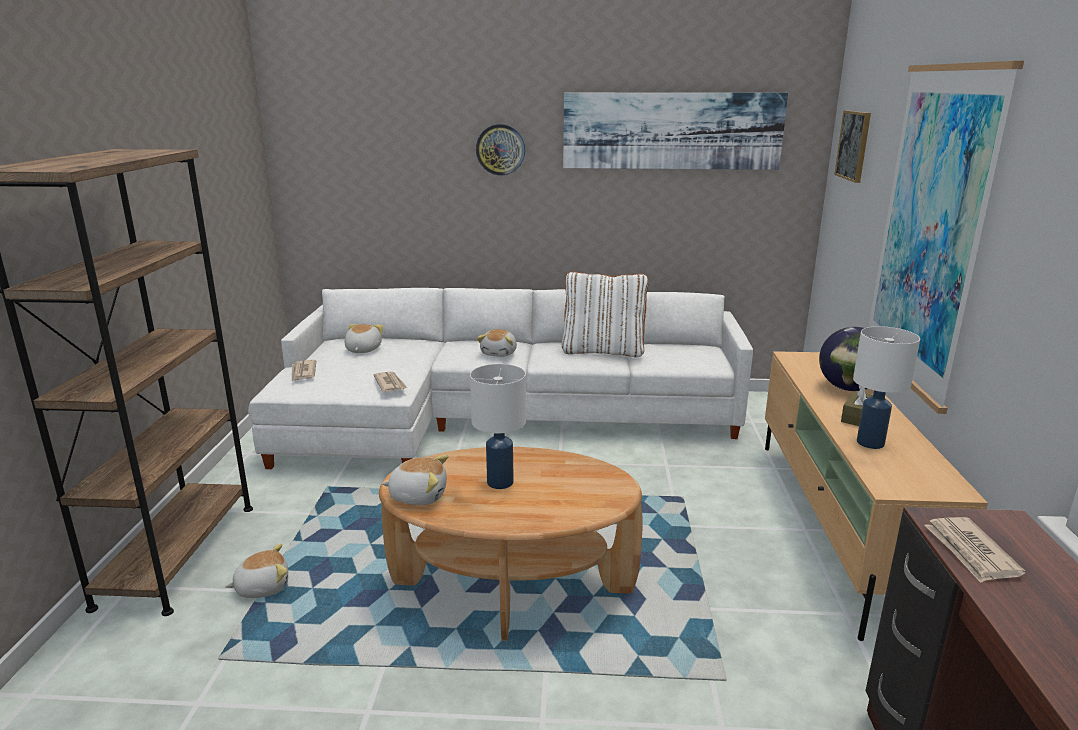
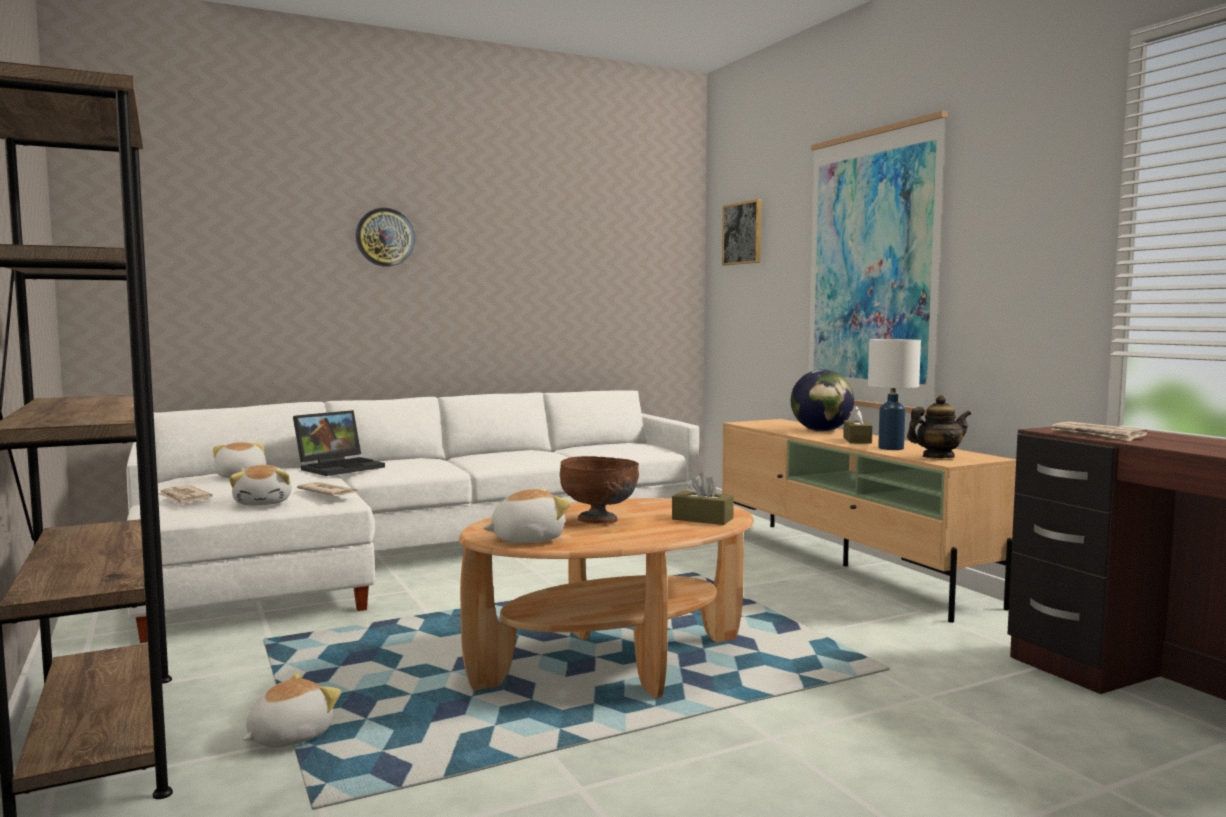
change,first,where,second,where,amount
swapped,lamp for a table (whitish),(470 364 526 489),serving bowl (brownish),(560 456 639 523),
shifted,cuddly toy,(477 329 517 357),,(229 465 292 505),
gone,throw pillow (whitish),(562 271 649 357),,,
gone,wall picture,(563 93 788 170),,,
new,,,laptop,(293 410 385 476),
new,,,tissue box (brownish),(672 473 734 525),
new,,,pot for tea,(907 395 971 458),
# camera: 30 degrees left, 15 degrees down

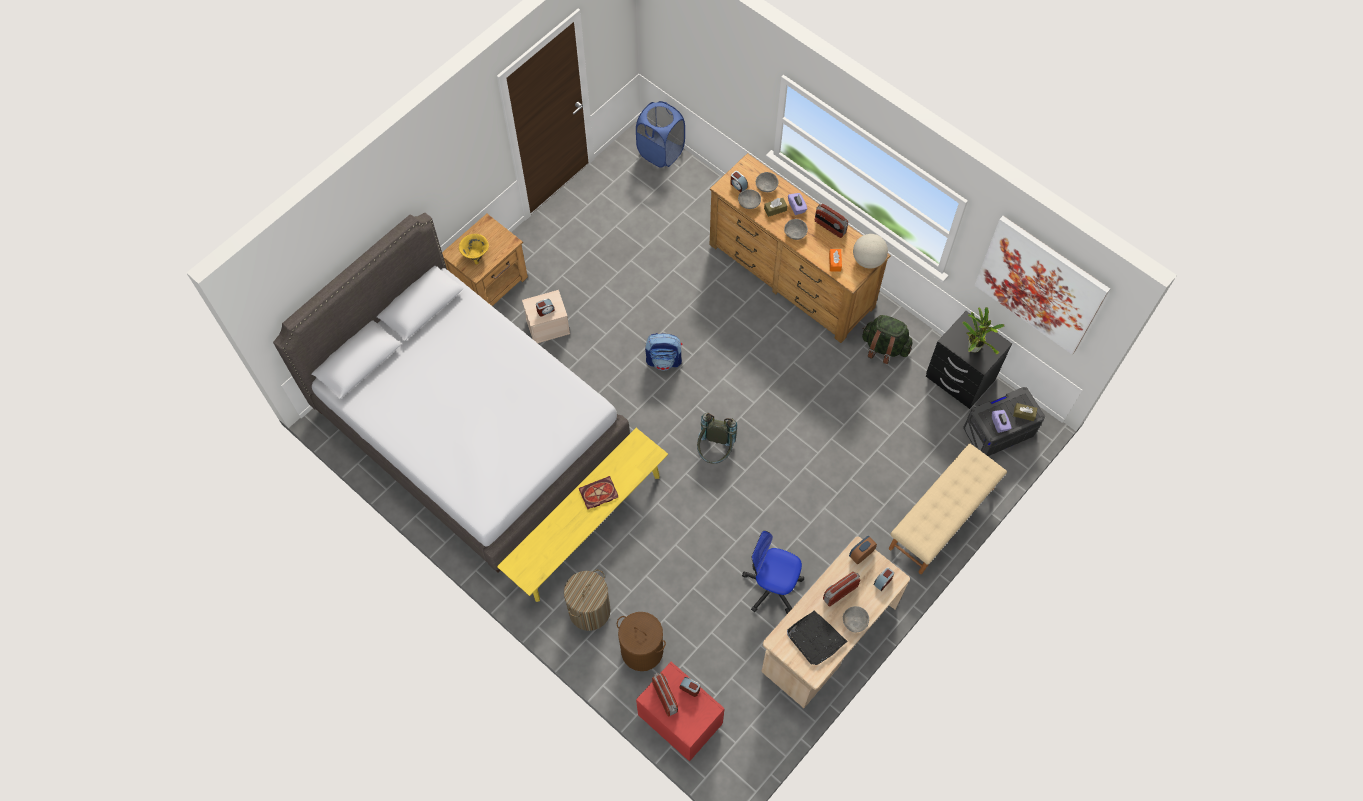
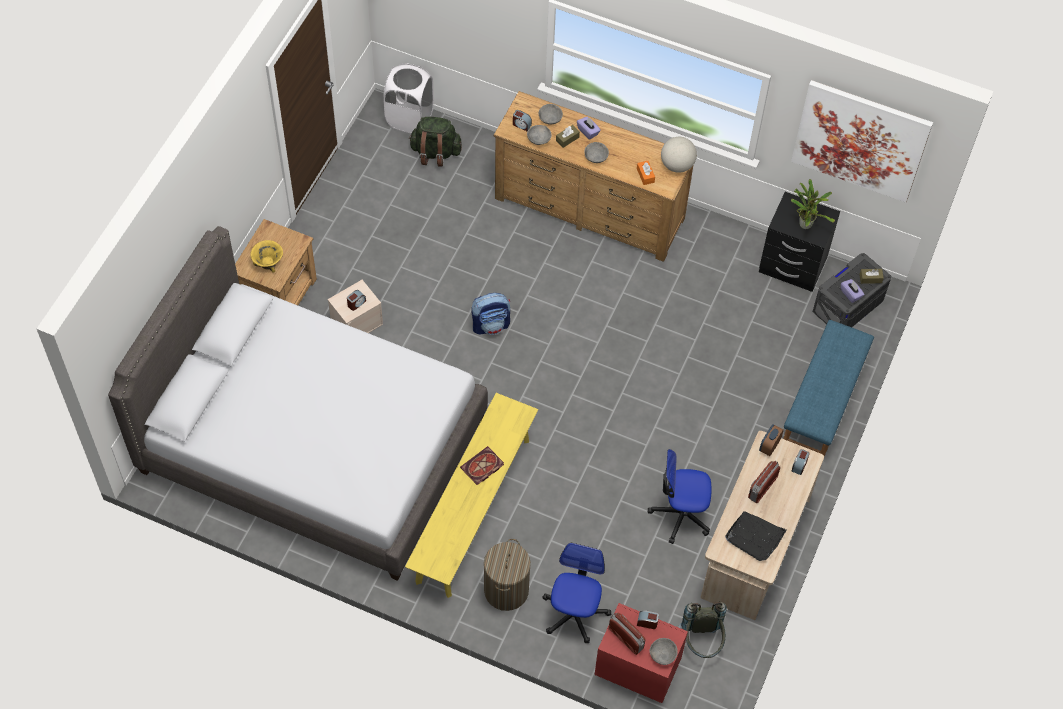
change,first,where,second,where,amount
swapped,hamper (brownish),(617 612 666 671),office chair,(542 543 611 643),
repainted,hamper (blue),(636 101 685 168),hamper (whitish),(383 63 434 134),
shifted,backpack (grey),(697 413 737 464),,(678 601 727 658),
gone,radio,(815 204 848 238),,,
shifted,serving bowl (grey),(843 606 869 633),,(649 638 678 665),
shifted,backpack (green-coloured),(862 315 912 364),,(409 117 462 167),
repainted,long seat (beige-coloured),(889 443 1007 574),long seat (blue),(783 320 874 456),
# camera: 20 degrees left, 5 degrees down

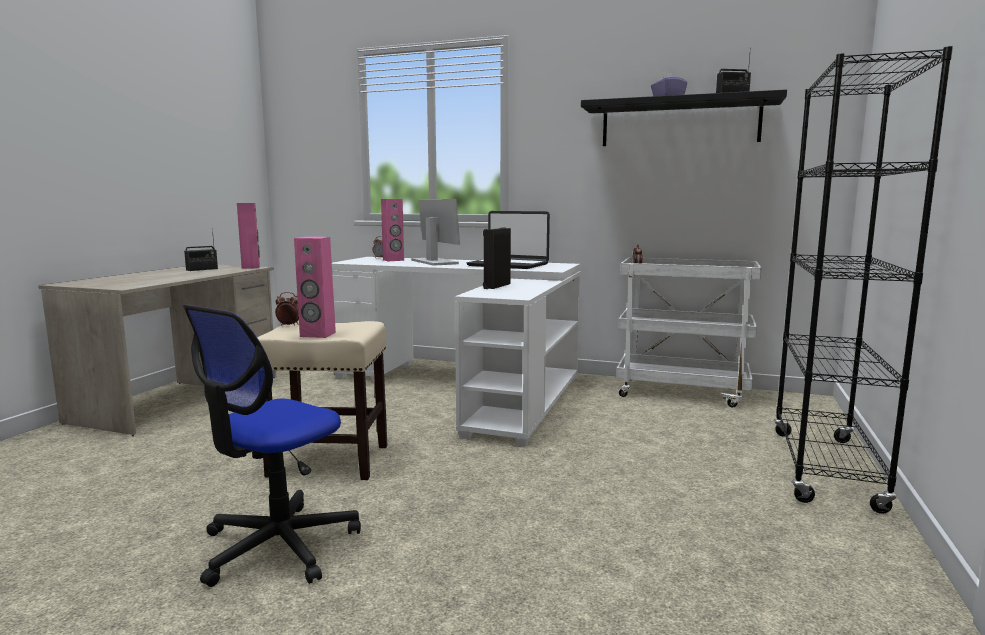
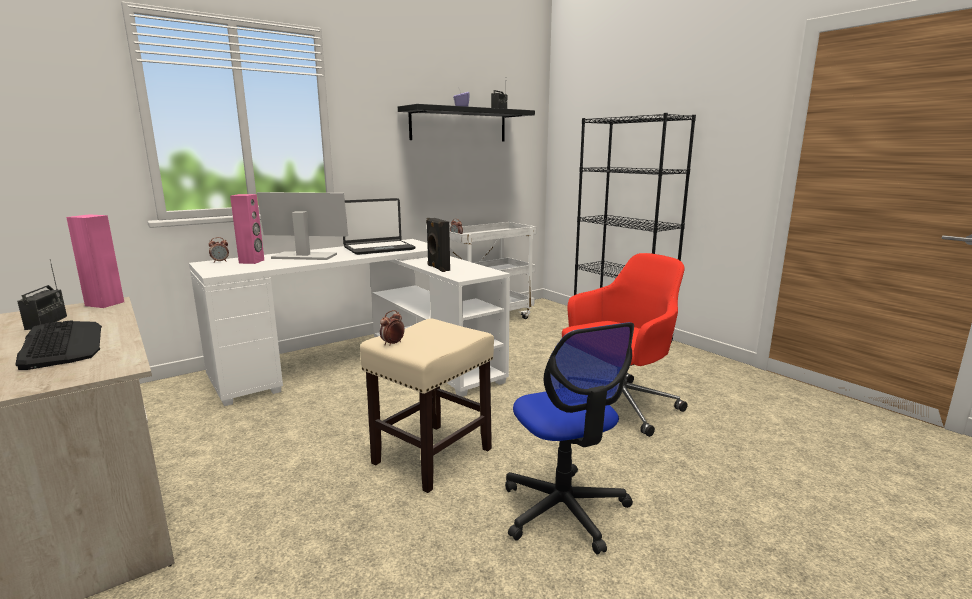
change,first,where,second,where,amount
gone,audio speaker (pinkish),(294 237 336 338),,,
new,,,keyboard,(15 320 102 370),
new,,,office chair (red-coloured),(562 253 688 437),
# camera: 55 degrees left, 5 degrees up

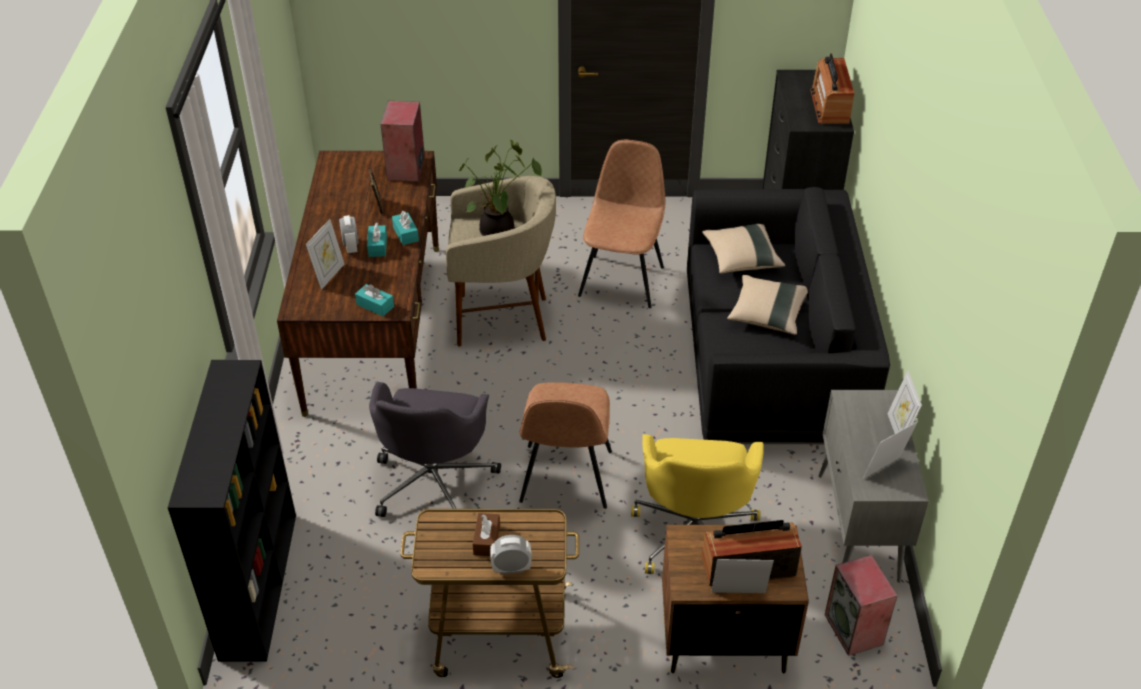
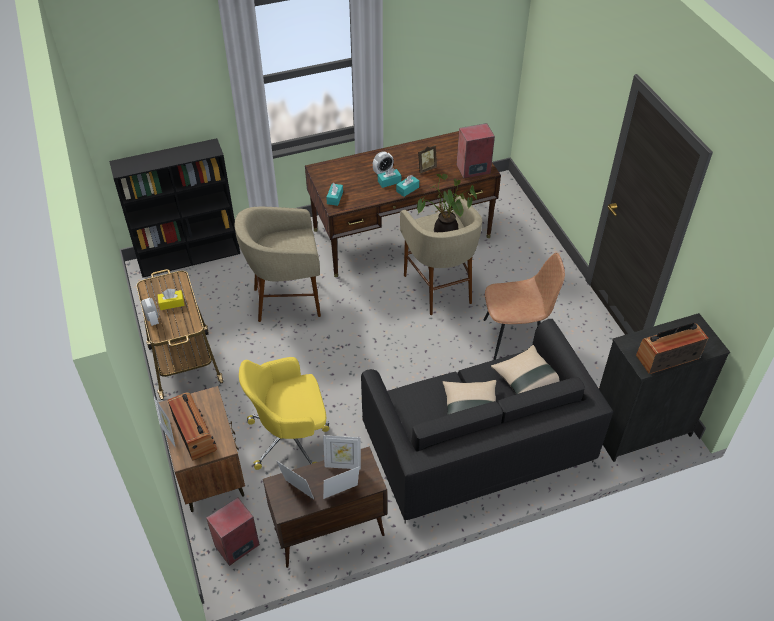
change,first,where,second,where,amount
shifted,picture frame,(306 219 344 290),,(323 435 361 470),
swapped,office chair (grey),(369 382 501 517),stool (beige-coloured),(235 207 321 322),
repainted,tissue box (brownish),(473 513 500 556),tissue box (yellow-coloured),(158 289 184 310),
gone,chair (brownish),(519 382 612 509),,,
repainted,cupboard (grey),(819 390 929 583),cupboard (brownish),(263 446 387 568),
# camera: 70 degrees right, 5 degrees up

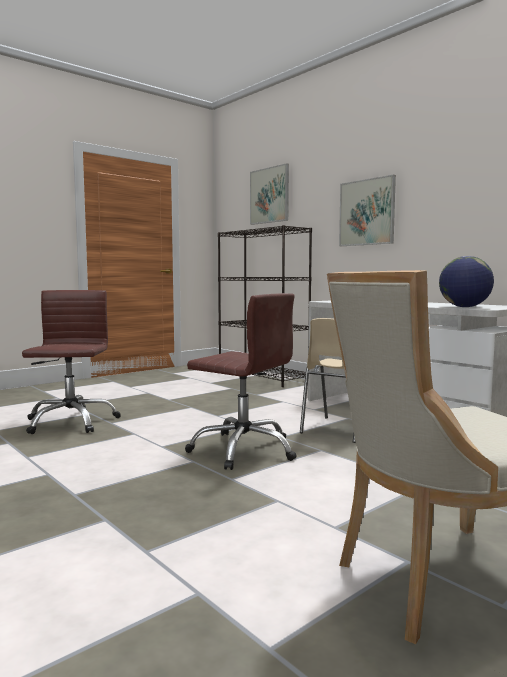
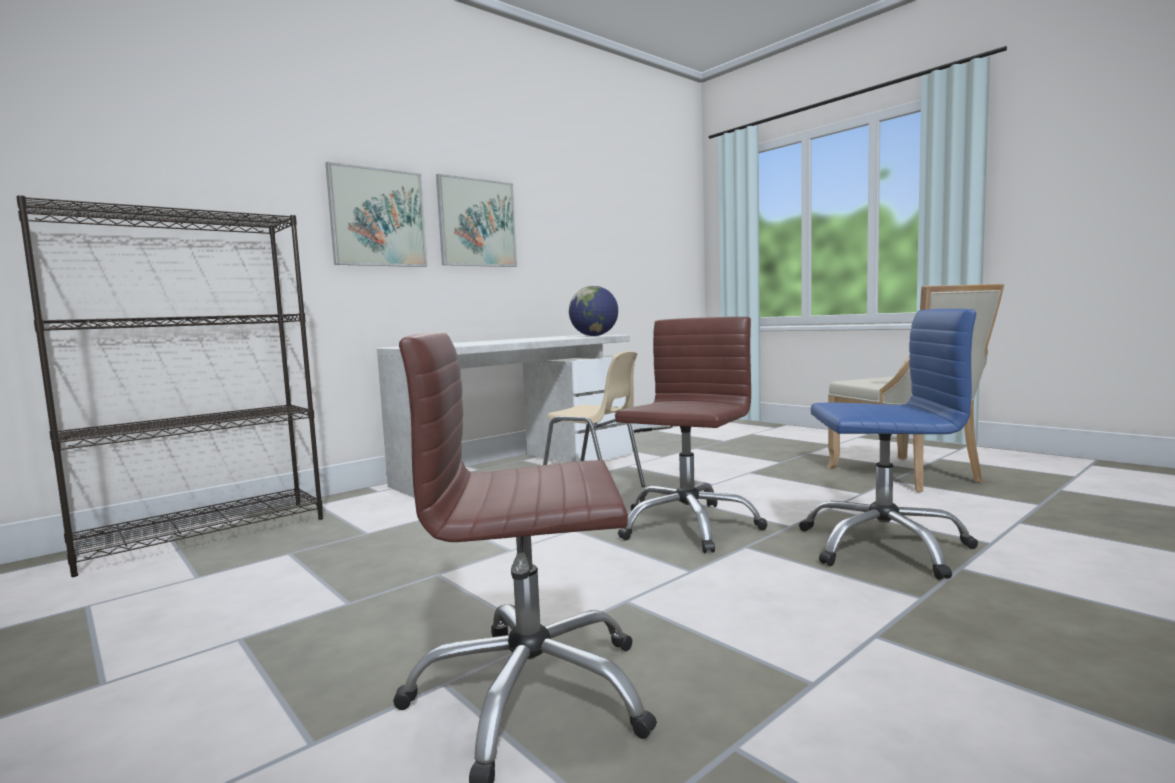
change,first,where,second,where,amount
shifted,wall picture,(250 163 289 225),,(436 174 517 267),
new,,,office chair (blue),(799 309 978 580),
# camera: 90 degrees left, 0 degrees up

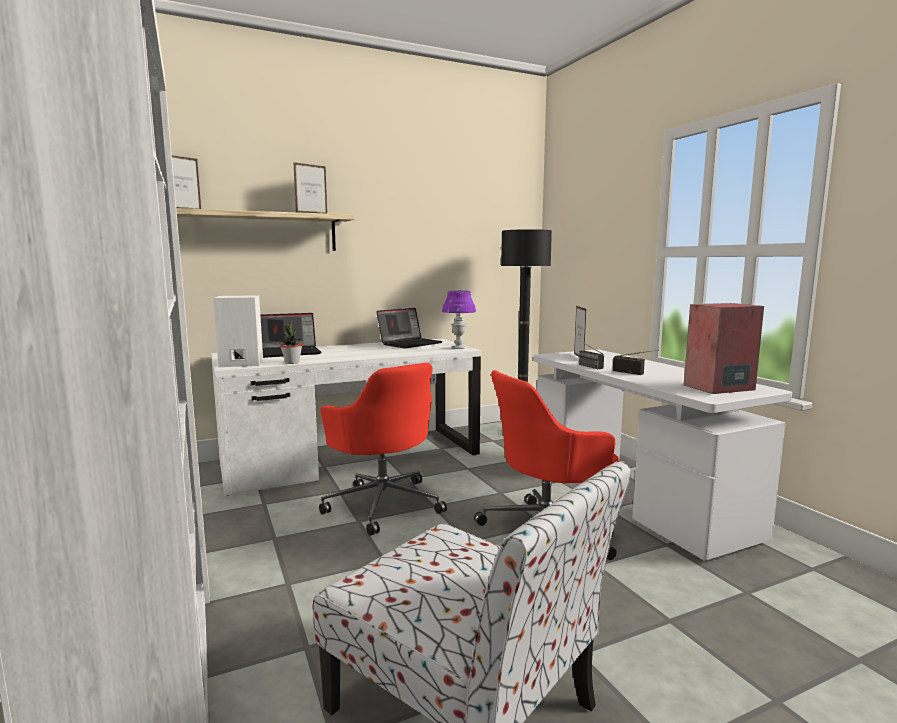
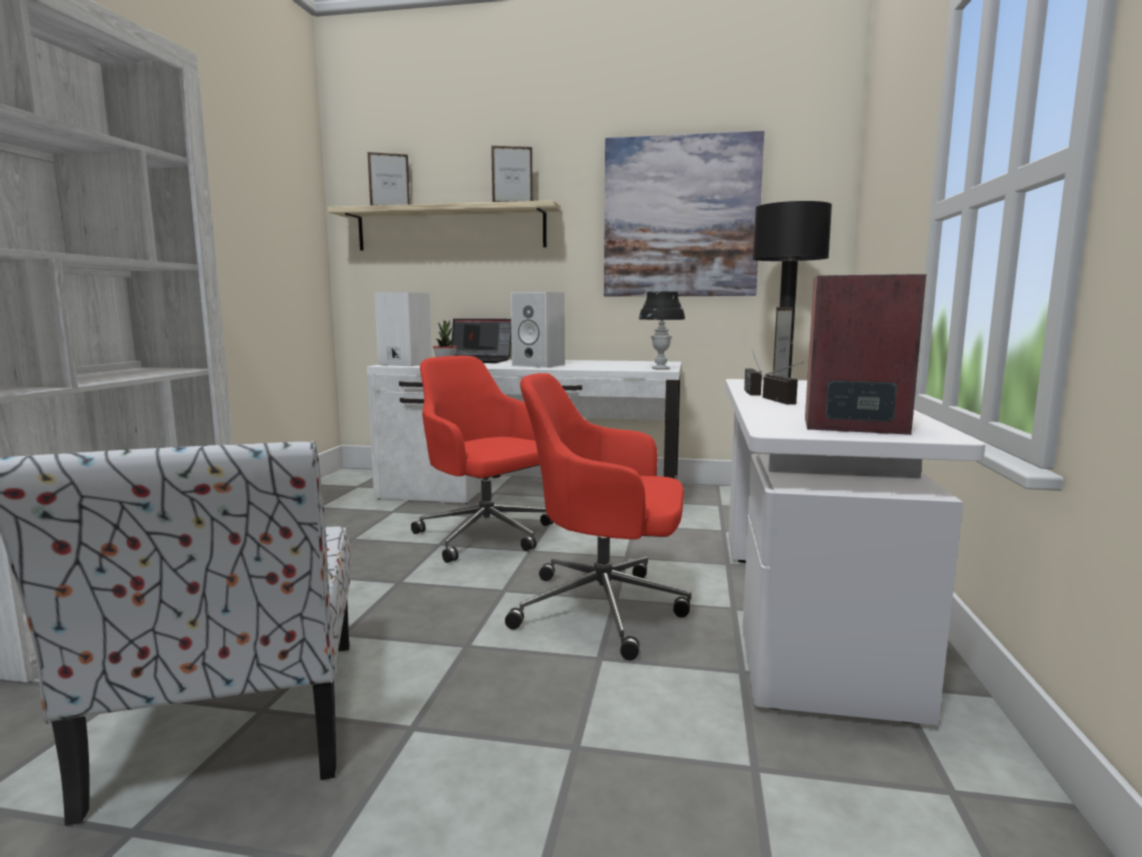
change,first,where,second,where,amount
rotated,office chair (red-coloured),(319 363 447 536),,(411 356 554 563),135 degrees clockwise
gone,laptop,(376 308 443 348),,,
repainted,lamp for a table (purple),(442 291 476 349),lamp for a table (blackish),(639 291 685 369),
new,,,audio speaker (whitish),(511 292 565 368),
new,,,wall picture,(604 131 764 296),
# camera: 35 degrees right, 0 degrees up

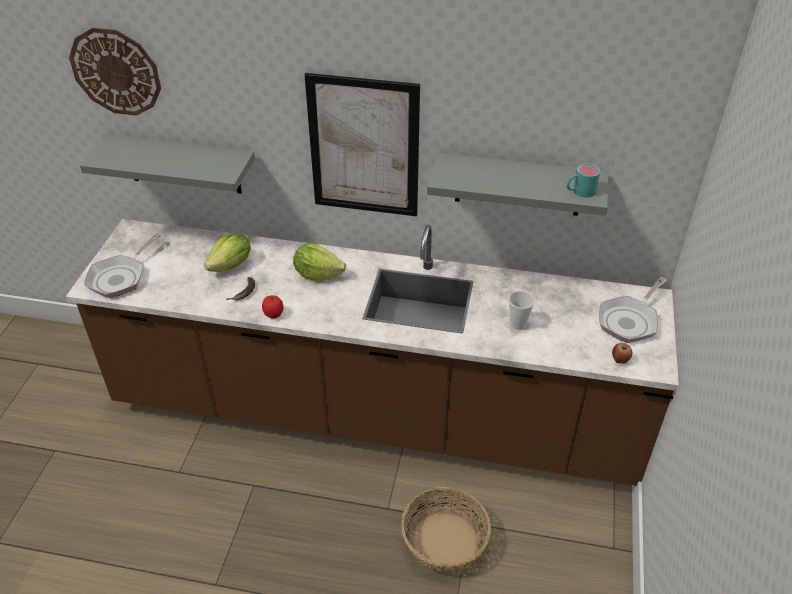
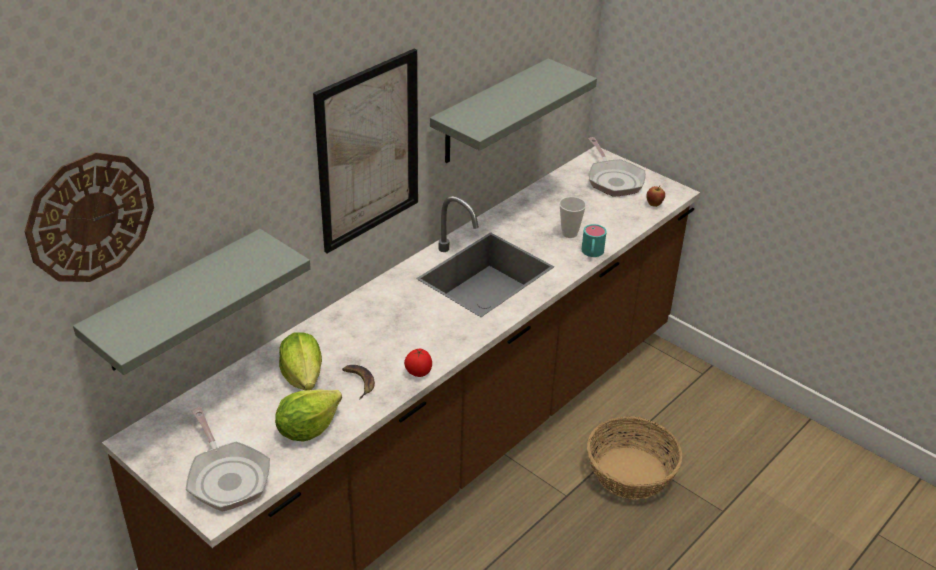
change,first,where,second,where,amount
shifted,head of lettuce,(293 243 346 281),,(275 389 342 442),
shifted,tea mug (turquoise),(566 163 600 198),,(581 224 607 257),
# camera: 60 degrees left, 5 degrees down

